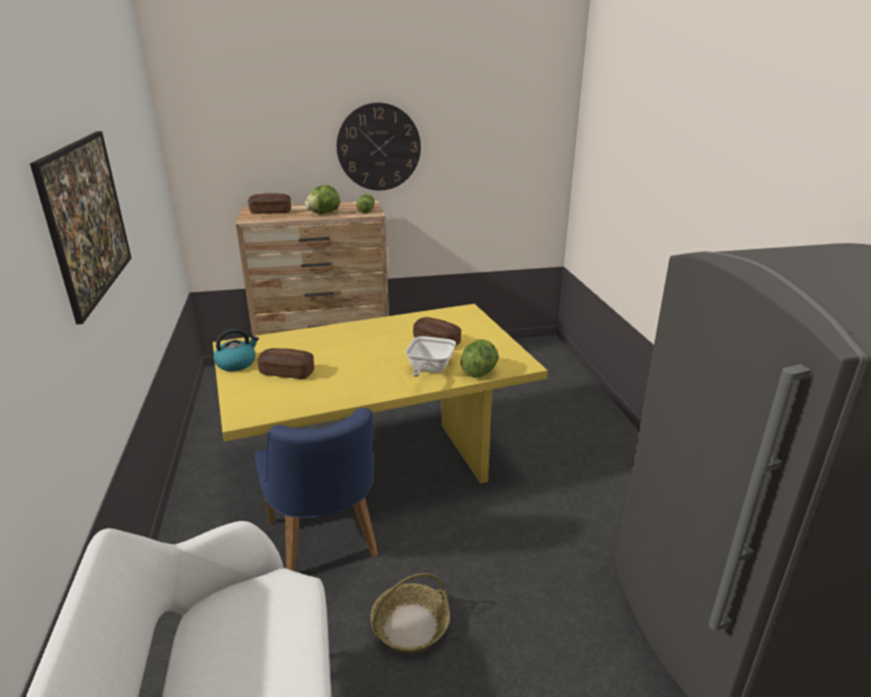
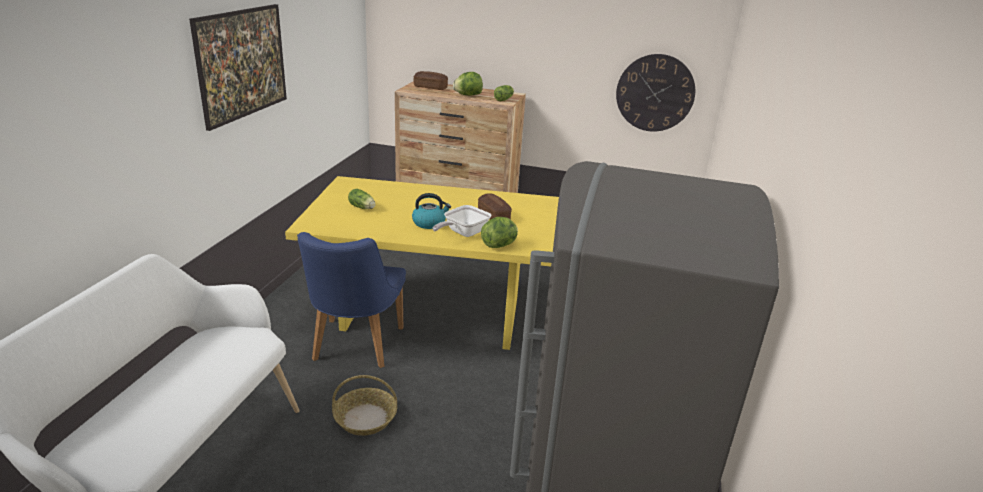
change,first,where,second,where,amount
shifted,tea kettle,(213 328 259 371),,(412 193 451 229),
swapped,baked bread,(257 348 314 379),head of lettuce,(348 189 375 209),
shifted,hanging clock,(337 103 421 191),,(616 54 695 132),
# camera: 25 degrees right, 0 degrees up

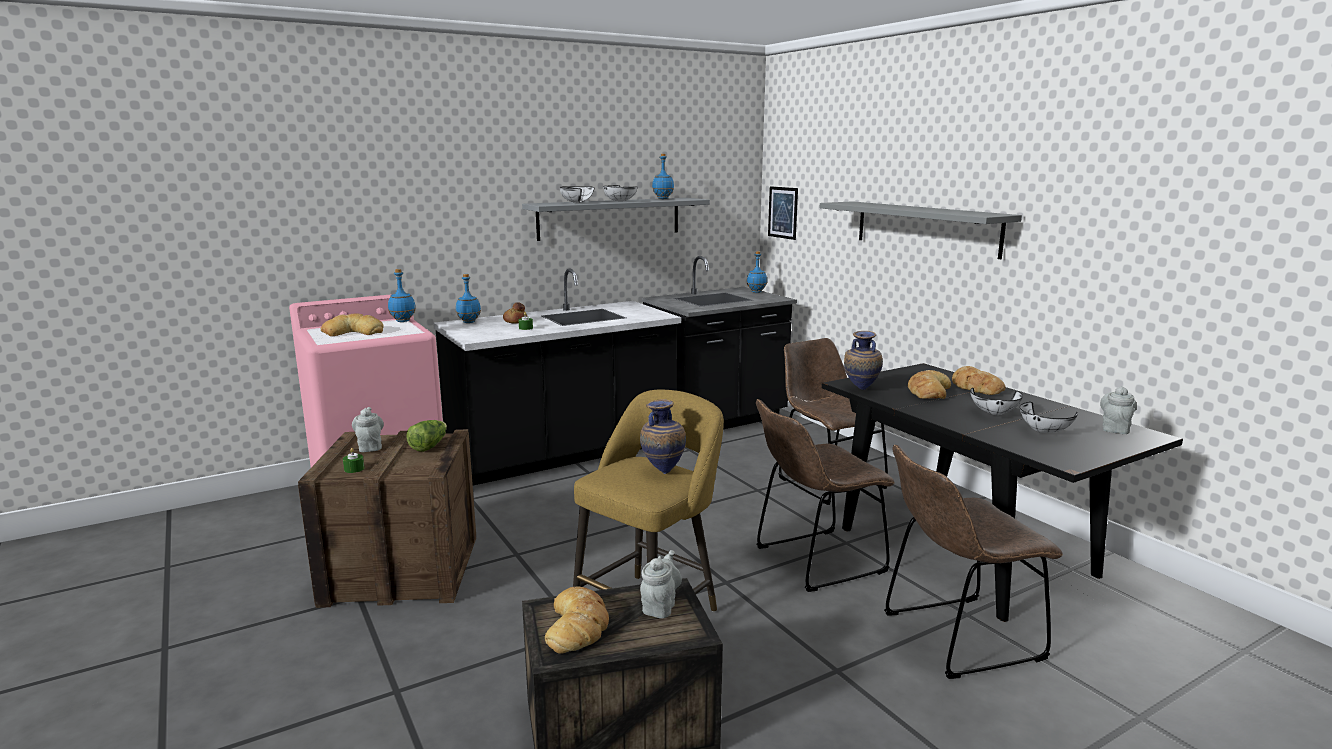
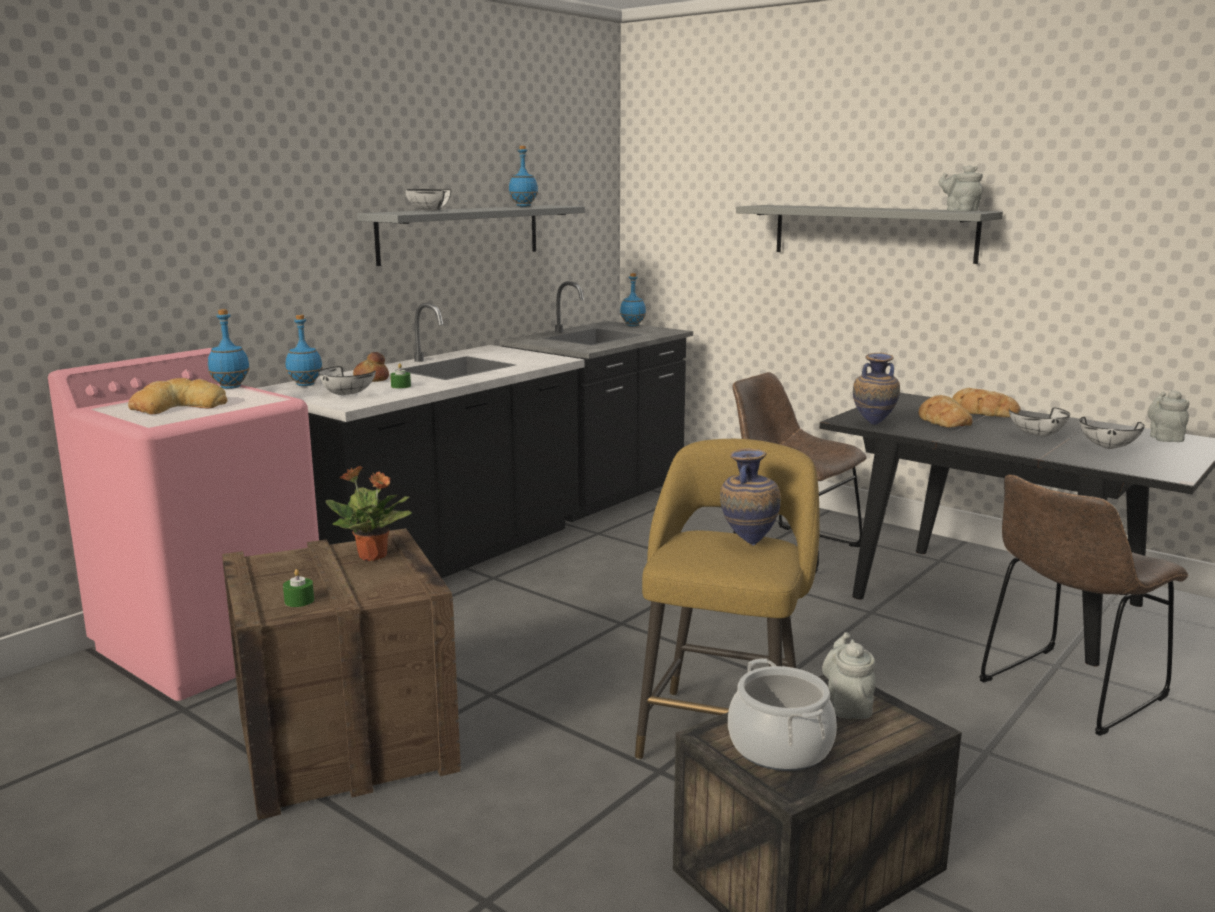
change,first,where,second,where,amount
shifted,pot for tea (grey),(352 407 384 452),,(939 165 983 212),
swapped,head of lettuce,(406 420 447 452),houseplant,(326 466 412 561),
swapped,baked bread,(545 587 609 654),stockpot,(728 659 837 771),
shifted,serving bowl (whitish),(603 185 638 201),,(318 366 376 395),
gone,chair (brownish),(756 399 894 592),,,
gone,wall picture,(768 186 798 240),,,
# camera: 20 degrees left, 0 degrees up

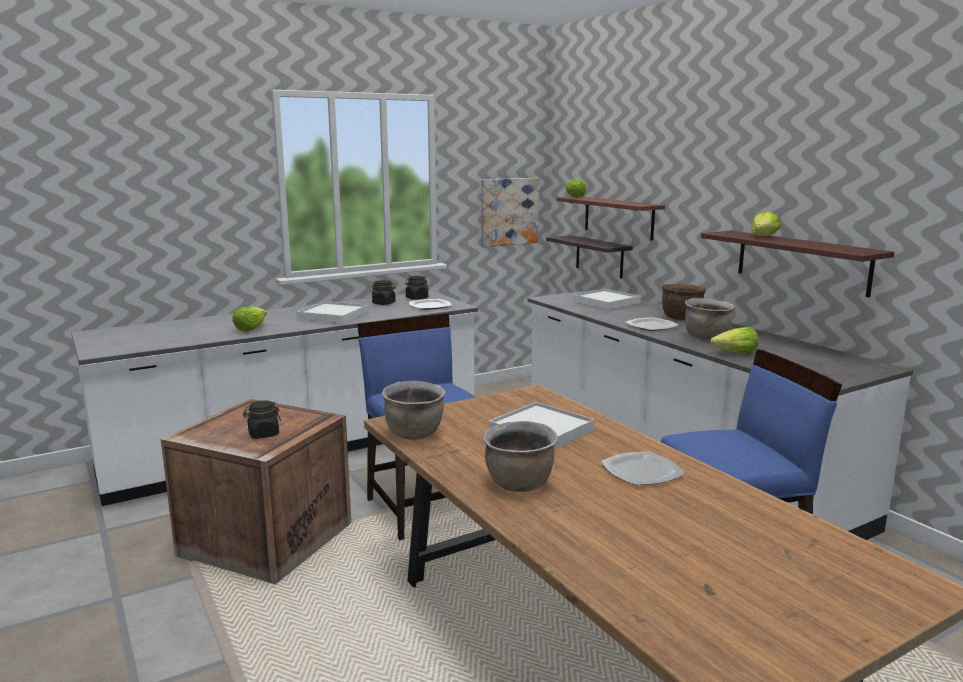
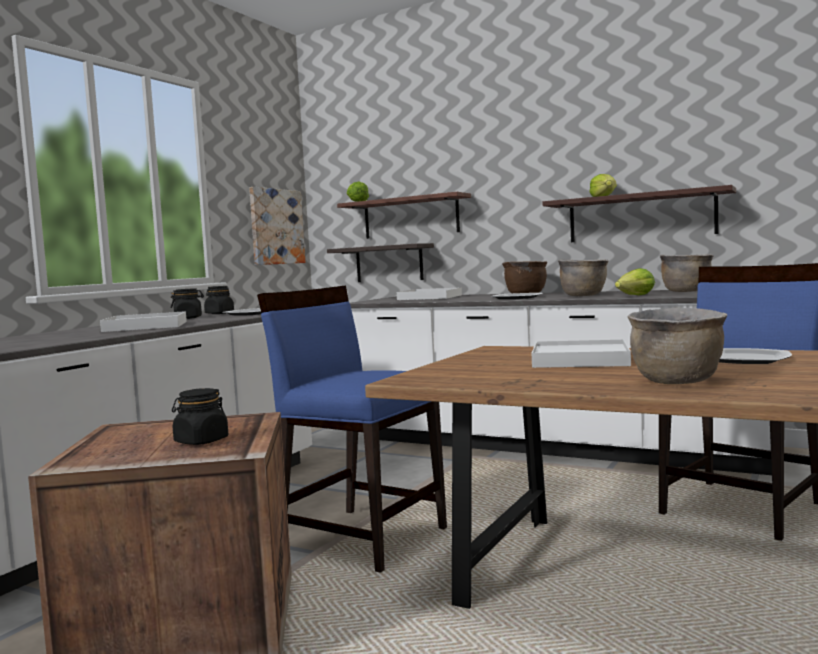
change,first,where,second,where,amount
gone,head of lettuce,(232 307 267 331),,,
shifted,stockpot (brownish),(382 381 445 440),,(660 254 714 292),
# camera: 30 degrees left, 10 degrees down

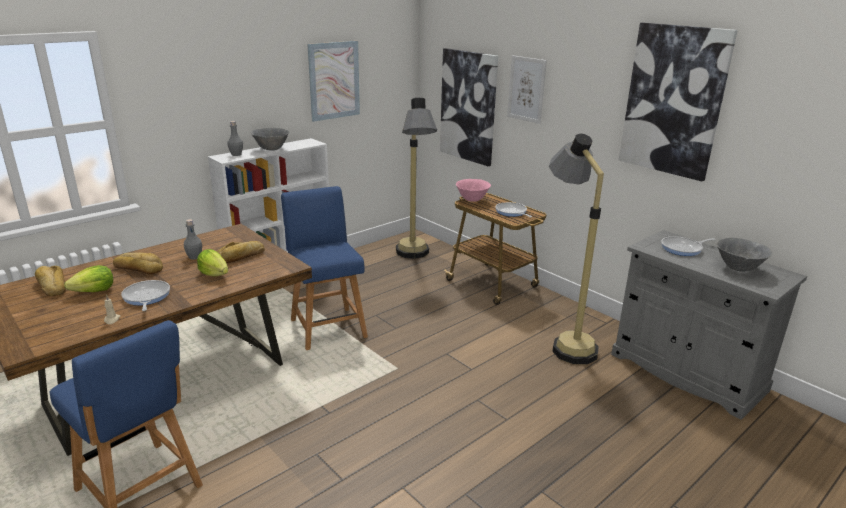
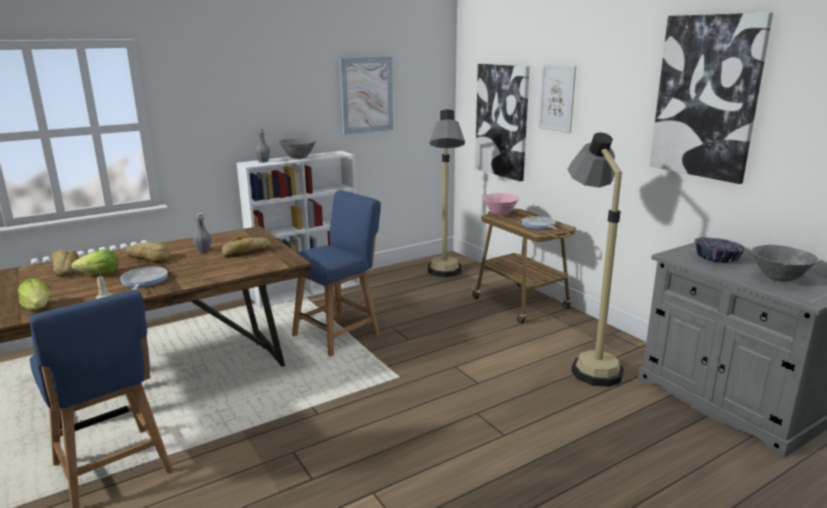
change,first,where,second,where,amount
shifted,head of lettuce,(197 249 228 276),,(18 278 50 310),
rotated,chair (blue),(281 186 368 350),,(292 191 381 357),60 degrees clockwise
swapped,frying pan,(661 236 716 256),serving bowl,(694 237 746 263),
# camera: 10 degrees right, 5 degrees down

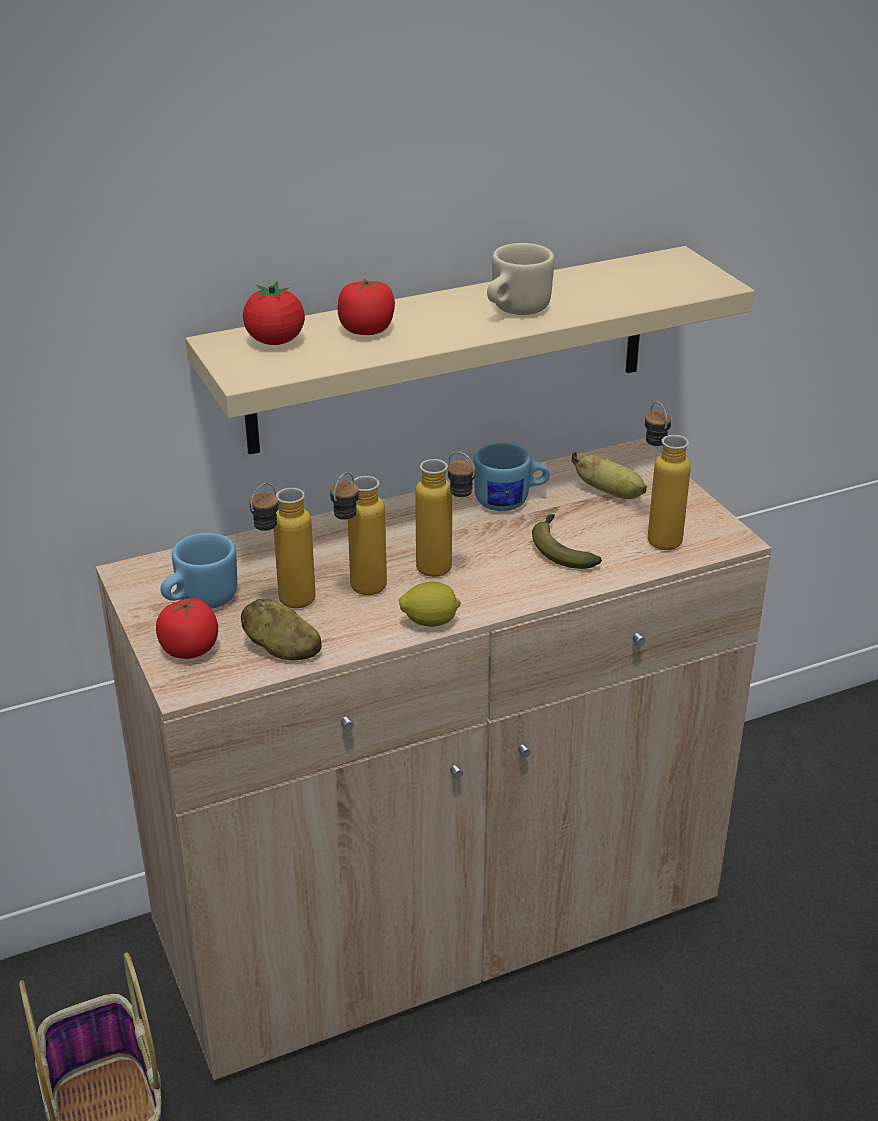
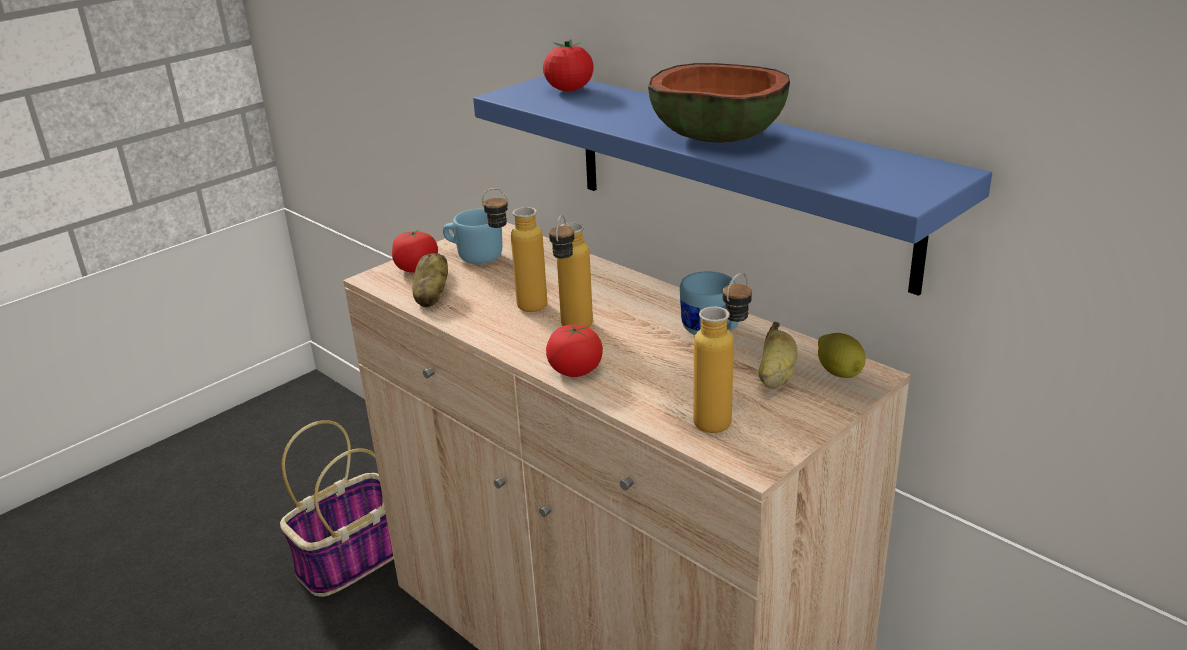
change,first,where,second,where,amount
repainted,shelf (beige-coloured),(186 246 754 455),shelf (blue),(473 76 992 296),
gone,beverage bottle,(249 483 316 608),,,
shifted,tomato,(338 279 395 335),,(546 324 603 377),
shifted,lemon,(399 582 461 627),,(818 333 866 378),
swapped,tea mug (beige-coloured),(487 243 554 315),serving bowl,(648 63 790 143),
gone,whole banana,(532 514 602 569),,,
# camera: 70 degrees right, 5 degrees down

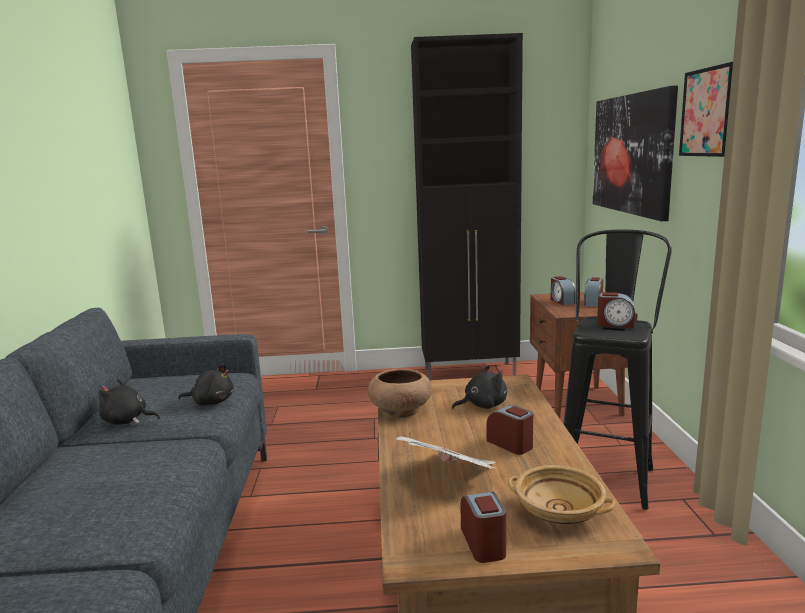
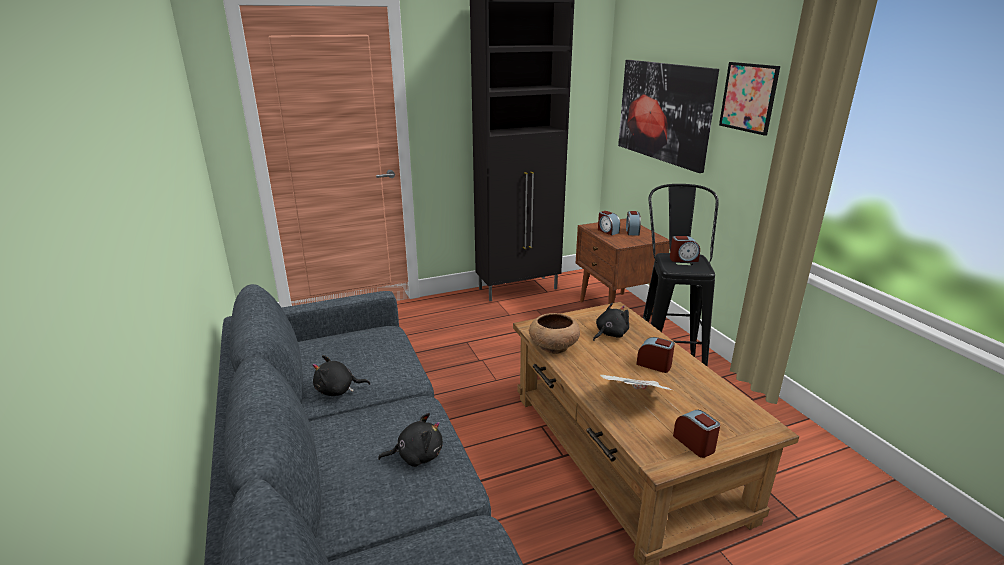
change,first,where,second,where,amount
shifted,cuddly toy (blackish),(178 364 234 405),,(378 413 443 467),
gone,serving bowl (beige-coloured),(508 465 616 525),,,
# camera: 20 degrees left, 10 degrees up

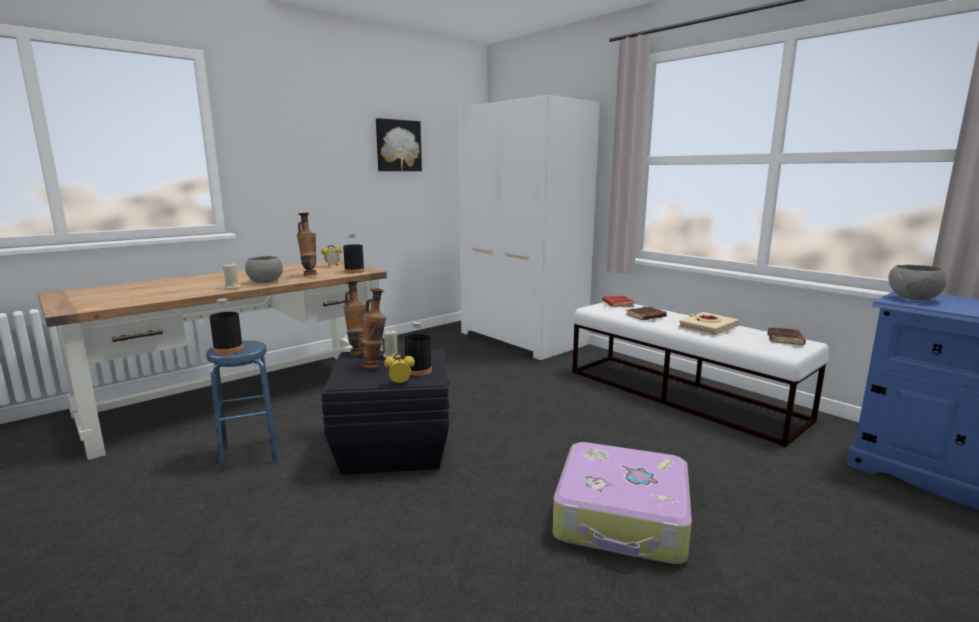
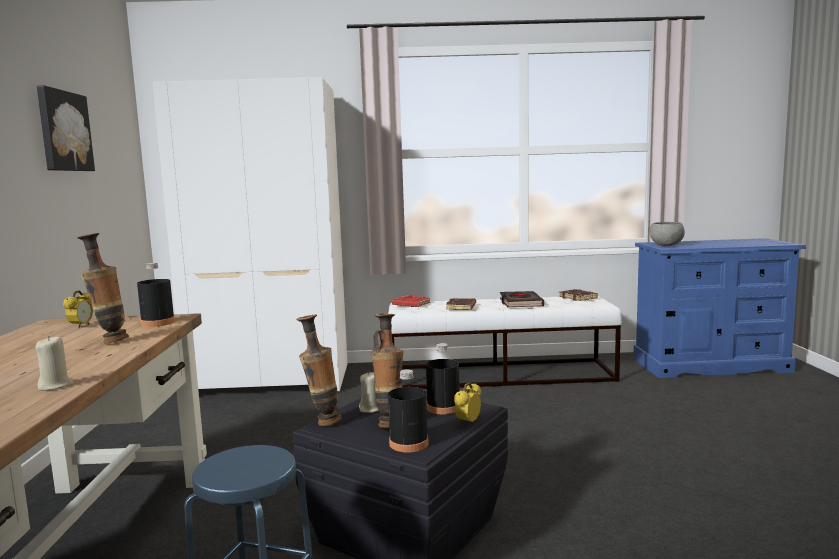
change,first,where,second,where,amount
shifted,beverage bottle (blackish),(209 299 243 355),,(388 369 429 453),
gone,serving bowl (grey),(245 256 283 283),,,
gone,travel case,(553 442 692 564),,,
repainted,bound book (beige-coloured),(678 312 739 335),bound book (blackish),(500 291 544 307),
# camera: 50 degrees left, 5 degrees down

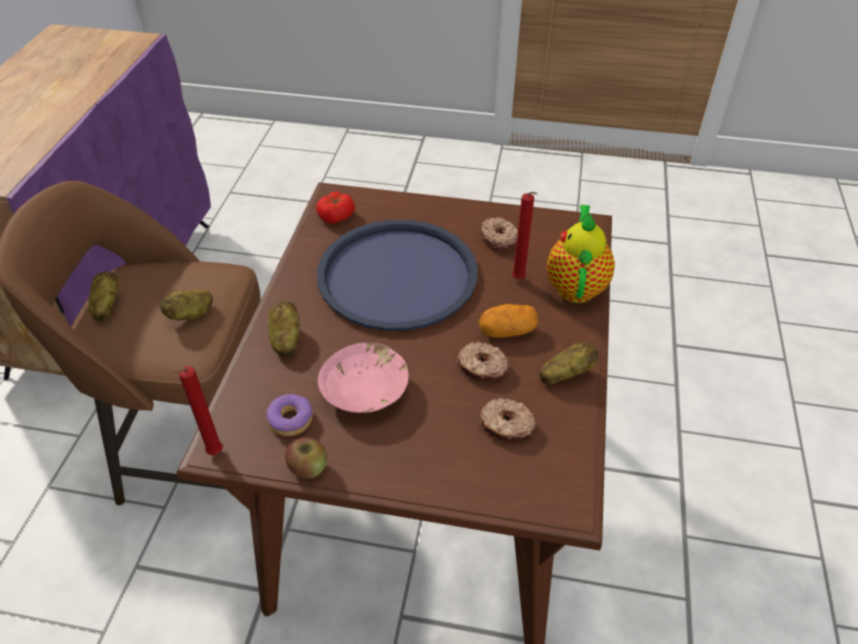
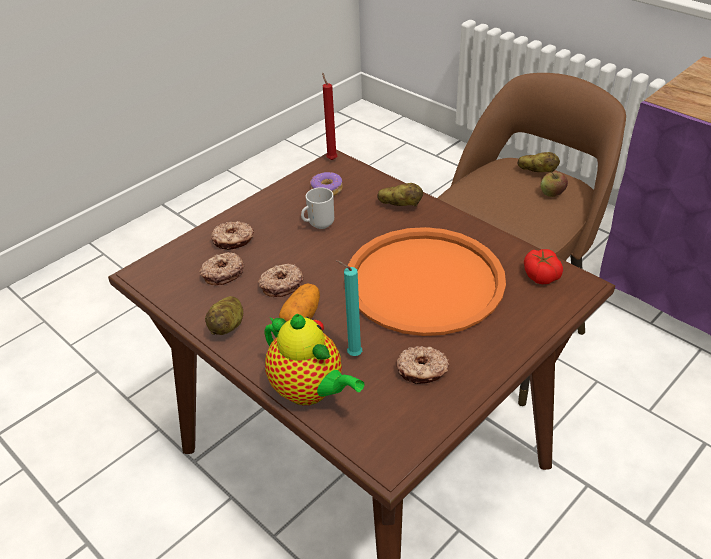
change,first,where,second,where,amount
gone,spud,(160 290 213 320),,,
shifted,apple,(285 437 327 478),,(540 172 568 197),
repainted,serving tray (blue),(317 220 478 331),serving tray (orange),(348 227 506 336),
swapped,serving bowl (pinkish),(318 342 409 413),tea mug,(301 187 334 229),
repainted,wax candle (red-coloured),(512 192 537 279),wax candle (turquoise),(336 260 362 356),
new,,,ring doughnut,(211 221 254 250),
# camera: 125 degrees right, 5 degrees down

